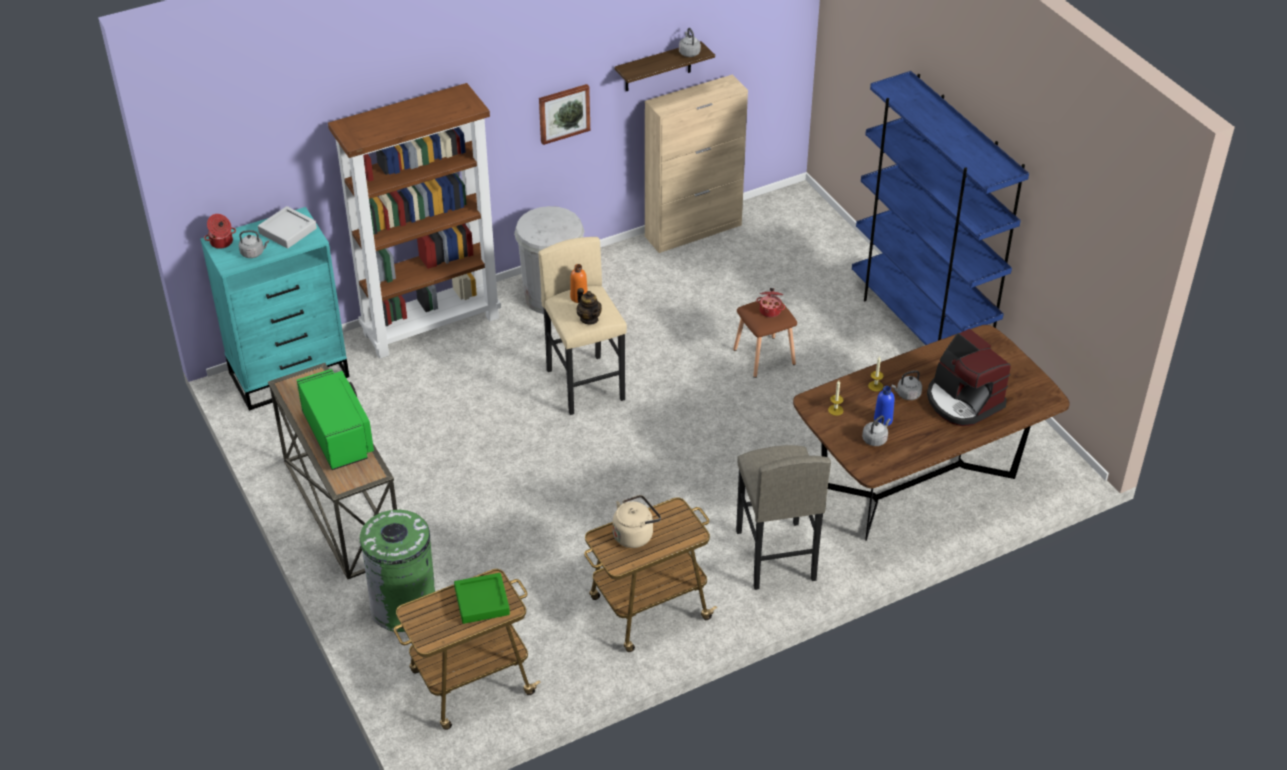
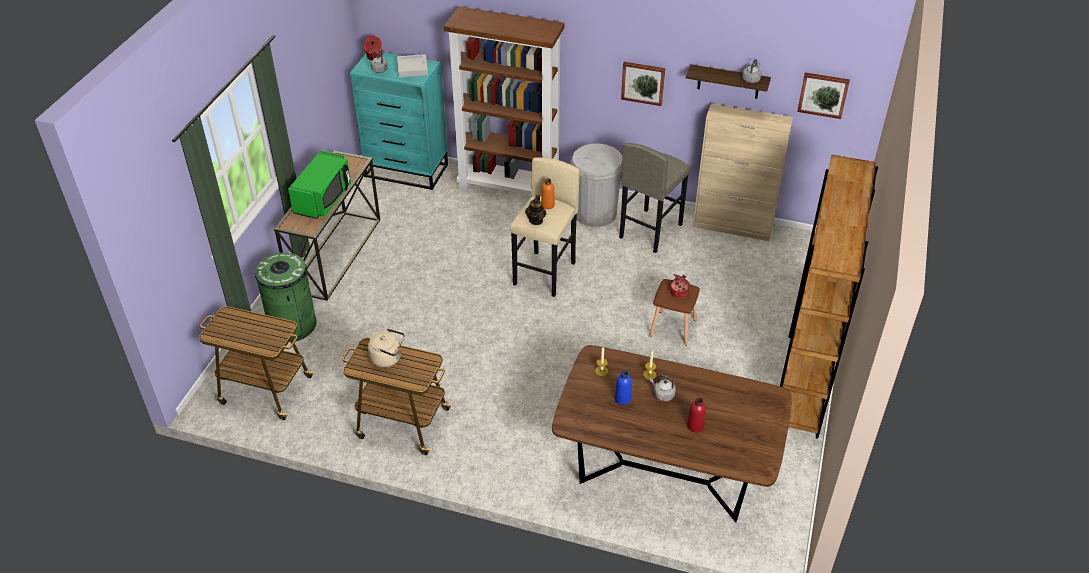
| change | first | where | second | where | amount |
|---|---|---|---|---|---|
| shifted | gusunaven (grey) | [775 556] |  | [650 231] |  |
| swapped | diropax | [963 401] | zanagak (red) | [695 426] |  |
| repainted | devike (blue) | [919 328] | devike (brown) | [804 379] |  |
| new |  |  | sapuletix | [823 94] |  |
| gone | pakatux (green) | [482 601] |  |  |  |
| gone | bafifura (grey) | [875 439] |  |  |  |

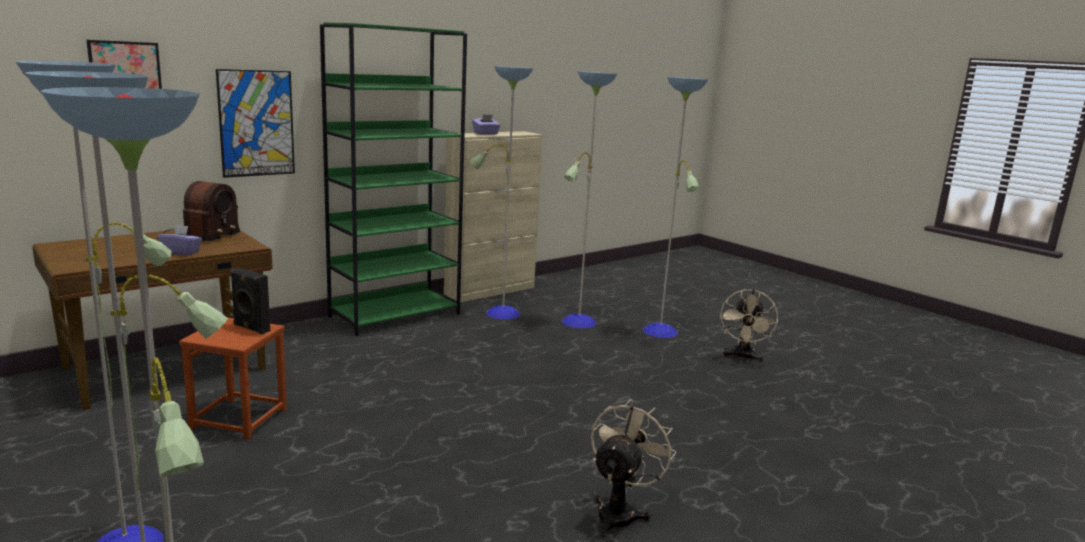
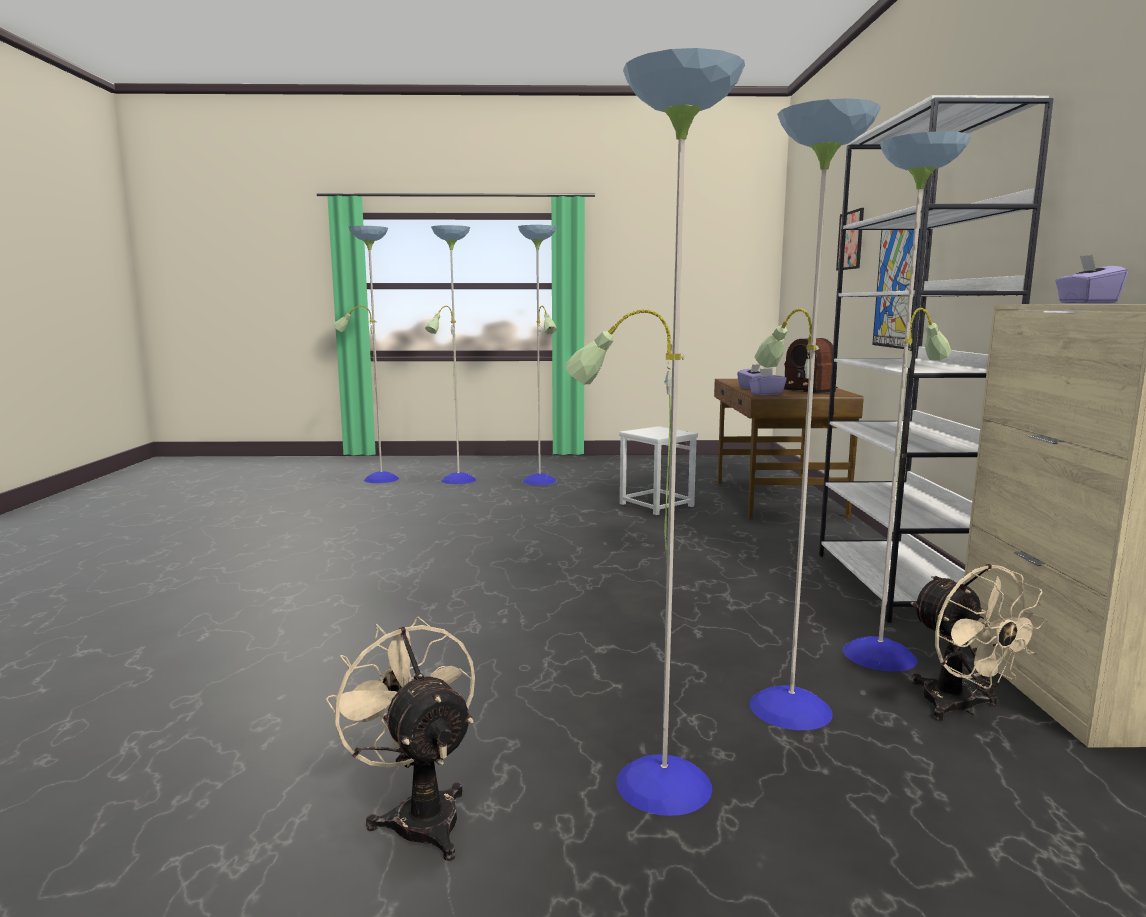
| change | first | where | second | where | amount |
|---|---|---|---|---|---|
| repainted | gusunaven (brown) | [239 418] | gusunaven (white) | [656 505] |  |
| new |  |  | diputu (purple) | [766 394] |  |
| repainted | devike (green) | [395 315] | devike (white) | [896 585] |  |
| shifted | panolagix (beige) | [620 512] |  | [960 708] |  |
| gone | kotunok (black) | [250 328] |  |  |  |

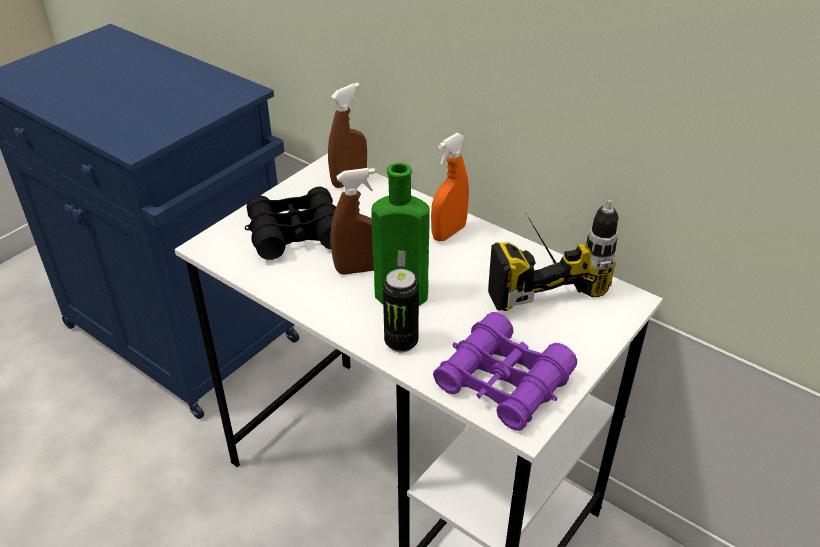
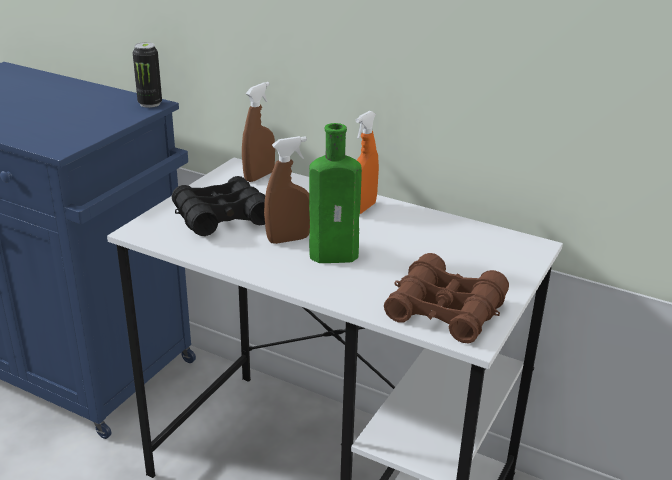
| change | first | where | second | where | amount |
|---|---|---|---|---|---|
| shifted | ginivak | [401 342] |  | [150 104] |  |
| repainted | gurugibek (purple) | [503 382] | gurugibek (brown) | [445 311] |  |
| gone | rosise | [535 271] |  |  |  |

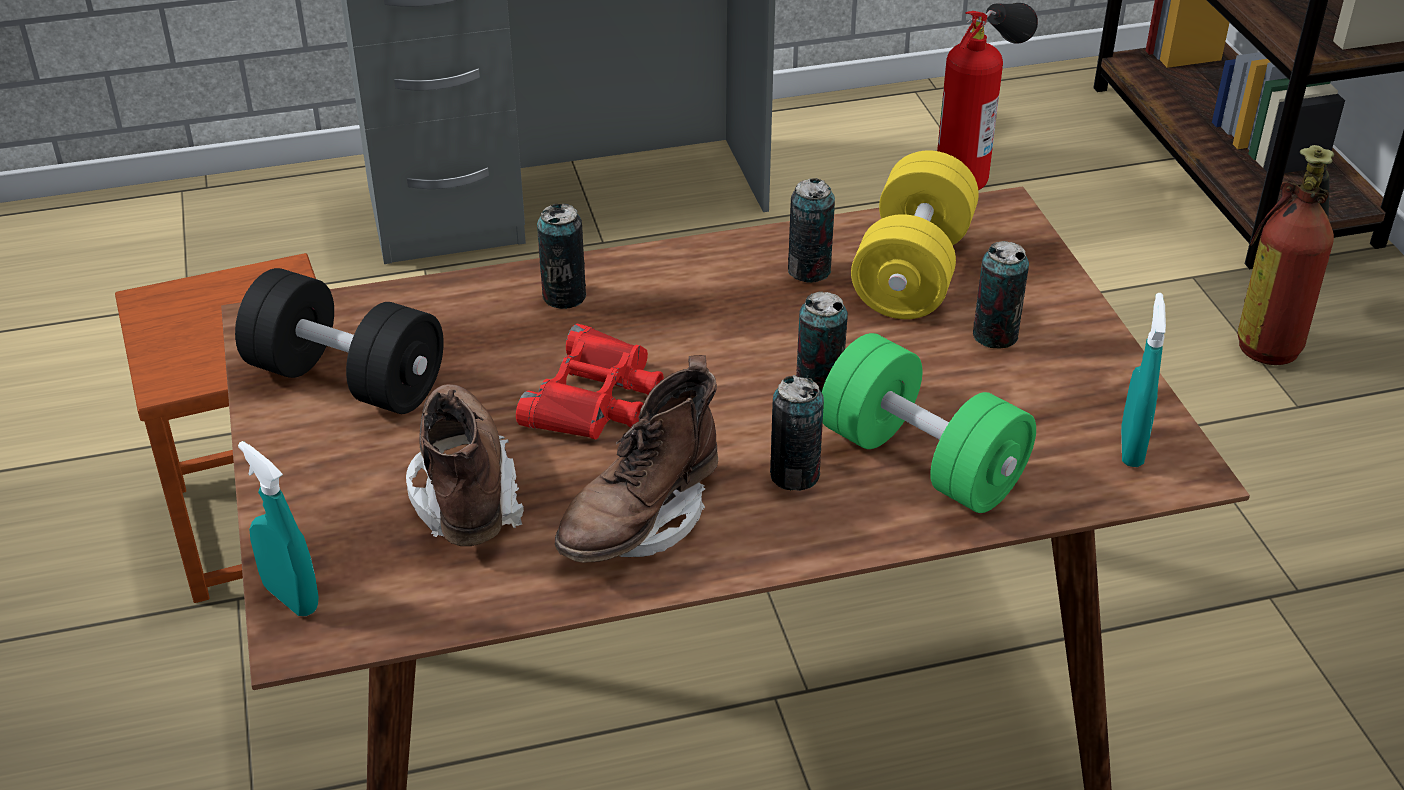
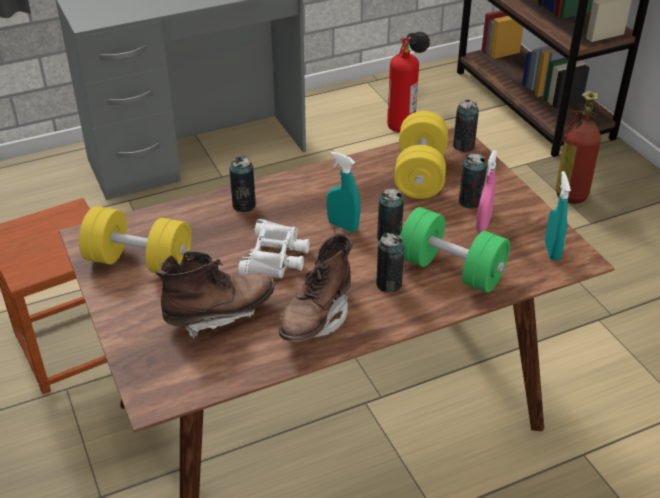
| change | first | where | second | where | amount |
|---|---|---|---|---|---|
| repainted | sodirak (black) | [346 380] | sodirak (yellow) | [139 262] |  |
| rotated | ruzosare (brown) | [464 492] |  | [219 314] | 90 degrees clockwise |
| repainted | gurugibek (red) | [596 398] | gurugibek (white) | [276 257] |  |
| shifted | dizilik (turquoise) | [291 598] |  | [343 226] |  |
| shifted | ginivak | [809 271] |  | [463 146] |  |
| new |  |  | dizilik (pink) | [483 224] |  |

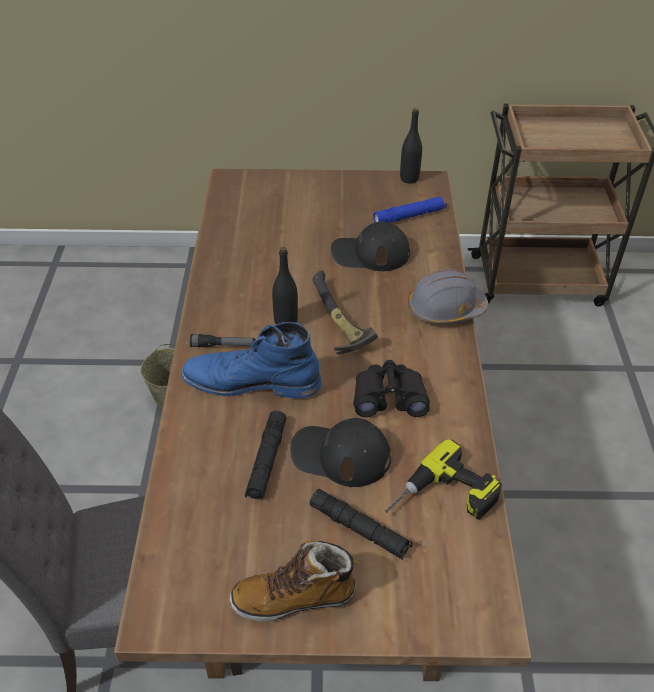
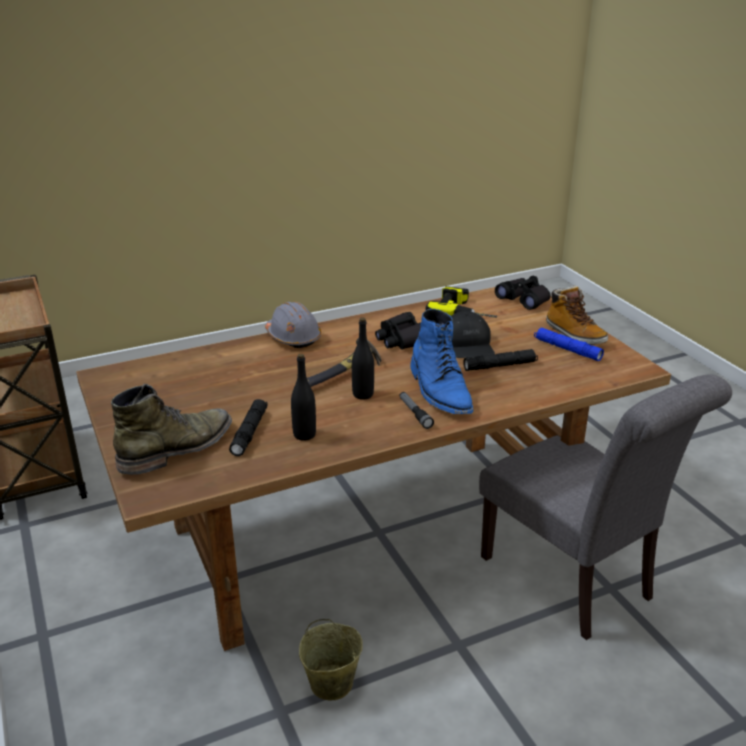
| change | first | where | second | where | amount |
|---|---|---|---|---|---|
| new |  |  | ruzosare (green) | [178 449] |  |
| shifted | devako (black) | [359 529] |  | [249 432] |  |
| shifted | zanagak (black) | [409 178] |  | [304 435] |  |
| new |  |  | gurugibek (black) | [524 299] |  |
| shifted | devako (blue) | [409 216] |  | [567 349] |  |
| gone | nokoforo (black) | [370 253] |  |  |  |

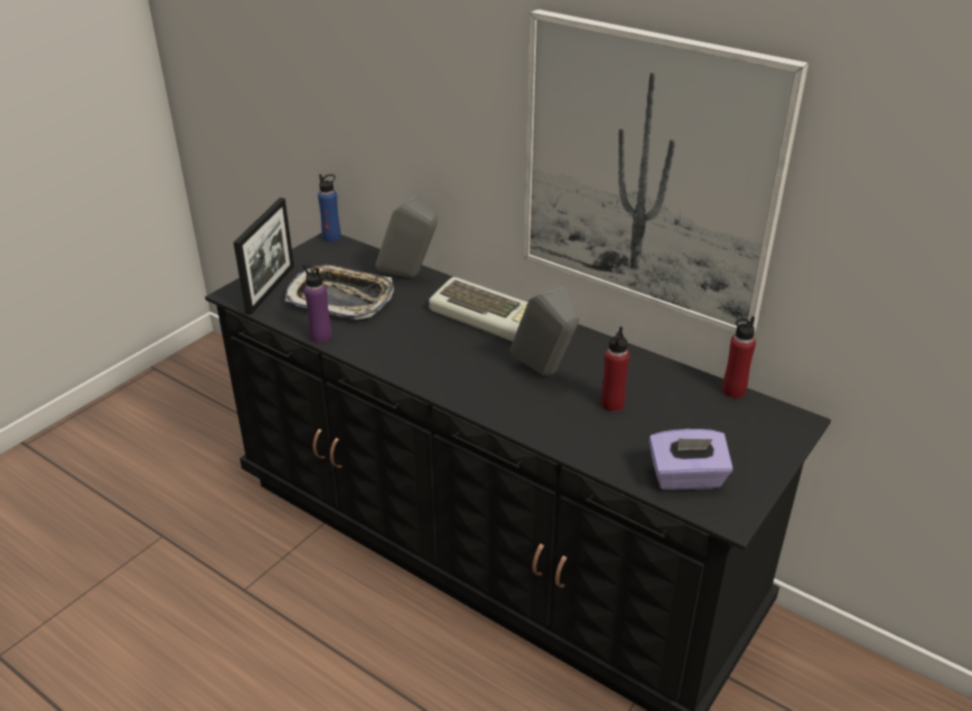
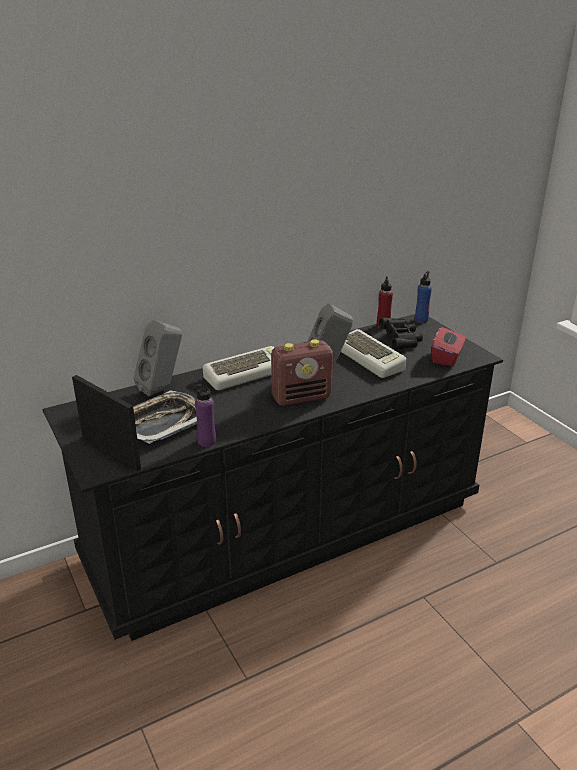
| change | first | where | second | where | amount |
|---|---|---|---|---|---|
| new |  |  | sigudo | [302 397] |  |
| swapped | zanagak (red) | [612 404] | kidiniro | [371 359] |  |
| new |  |  | gurugibek (black) | [401 341] |  |
| shifted | zanagak (blue) | [331 237] |  | [421 320] |  |
| repainted | diputu (purple) | [686 478] | diputu (red) | [447 358] |  |
| gone | sapuletix | [648 172] |  |  |  |

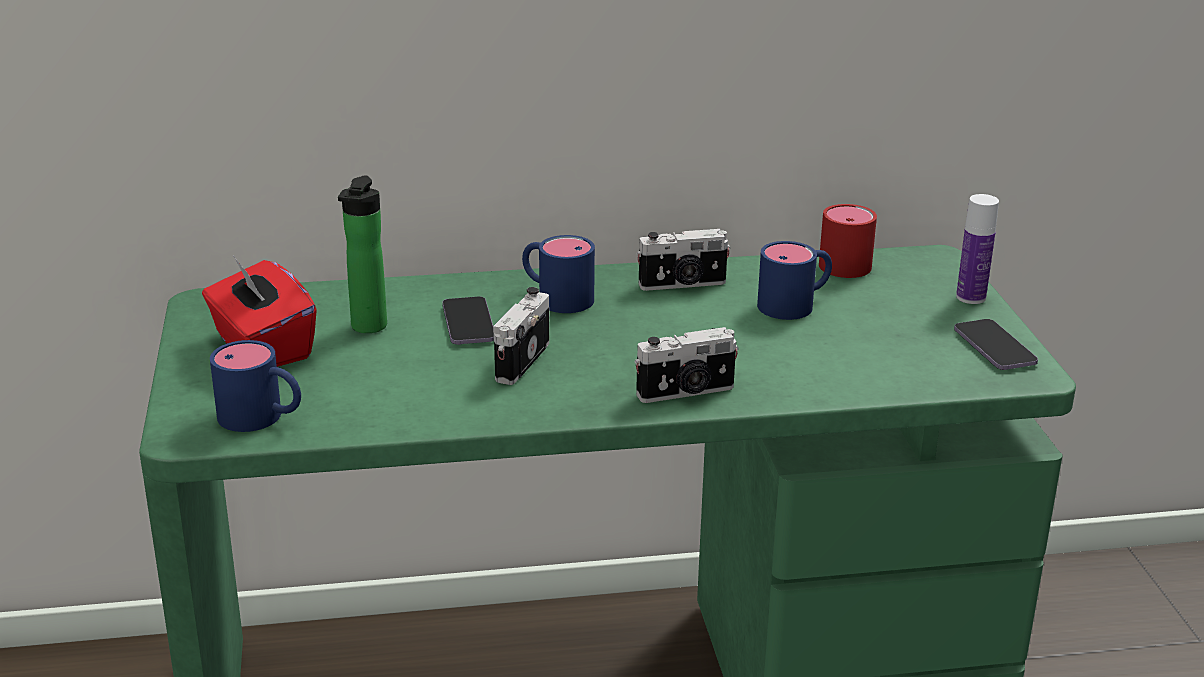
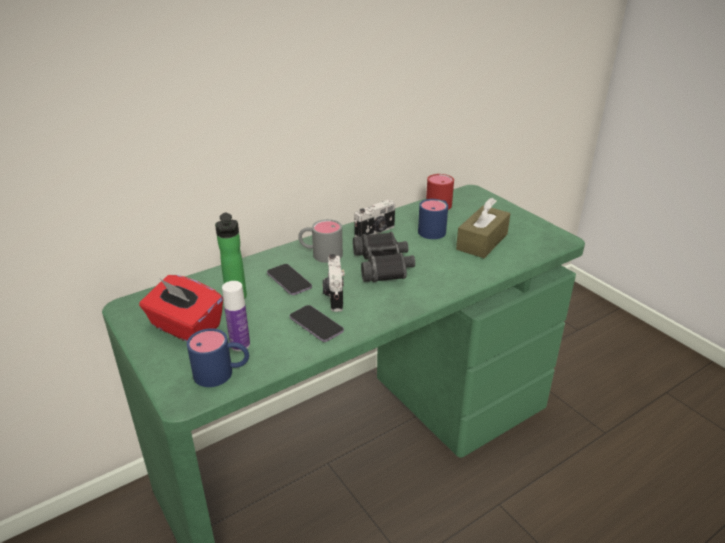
| change | first | where | second | where | amount |
|---|---|---|---|---|---|
| shifted | zanagak | [970 297] |  | [240 345] |  |
| shifted | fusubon | [994 347] |  | [316 325] |  |
| repainted | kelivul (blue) | [555 297] | kelivul (grey) | [320 254] |  |
| new |  |  | gurugibek (black) | [383 265] |  |
| new |  |  | diputu (brown) | [482 242] |  |
| gone | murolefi | [686 392] |  |  |  |

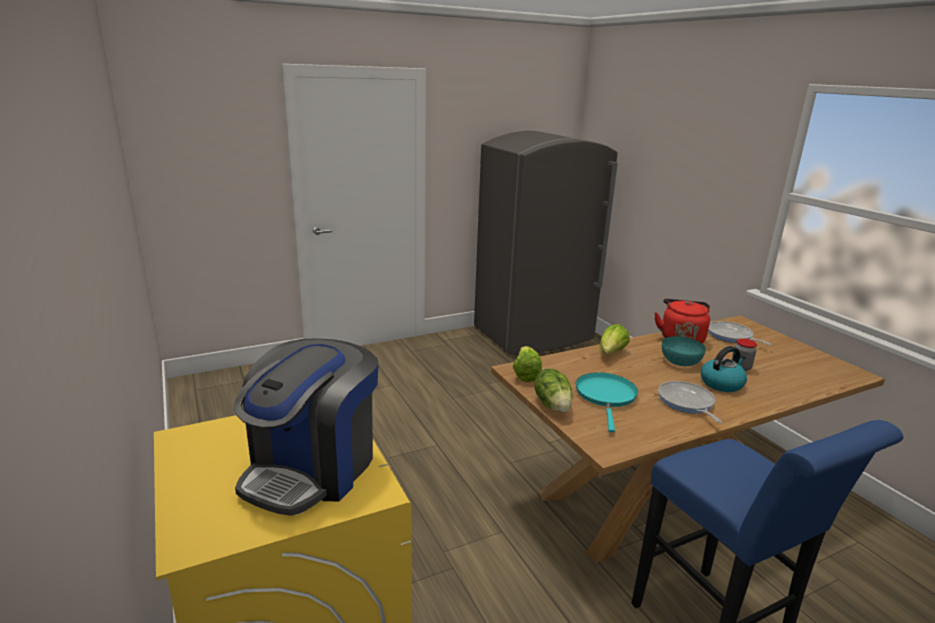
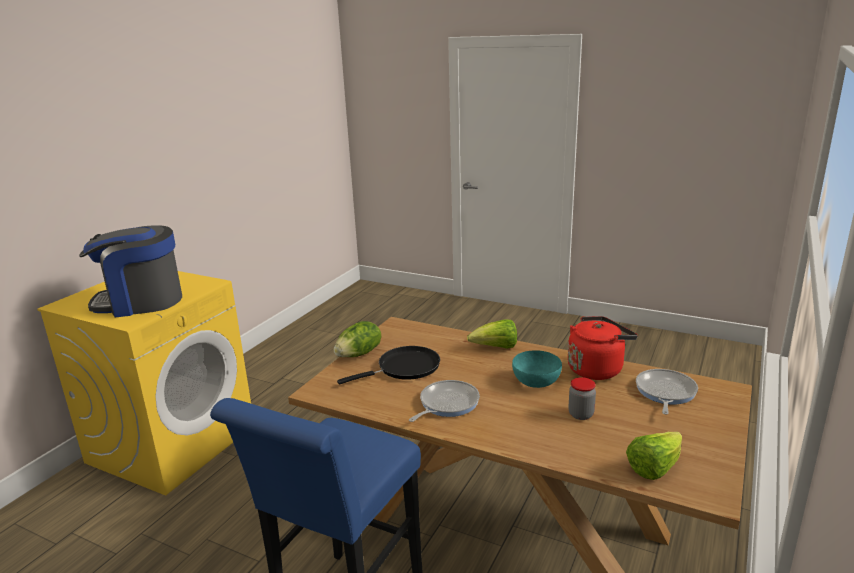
| change | first | where | second | where | amount |
|---|---|---|---|---|---|
| repainted | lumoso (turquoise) | [606 396] | lumoso (black) | [404 368] |  |
| shifted | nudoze | [525 375] |  | [654 468] |  |
| gone | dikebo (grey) | [534 334] |  |  |  |
| gone | bafifura | [721 383] |  |  |  |

